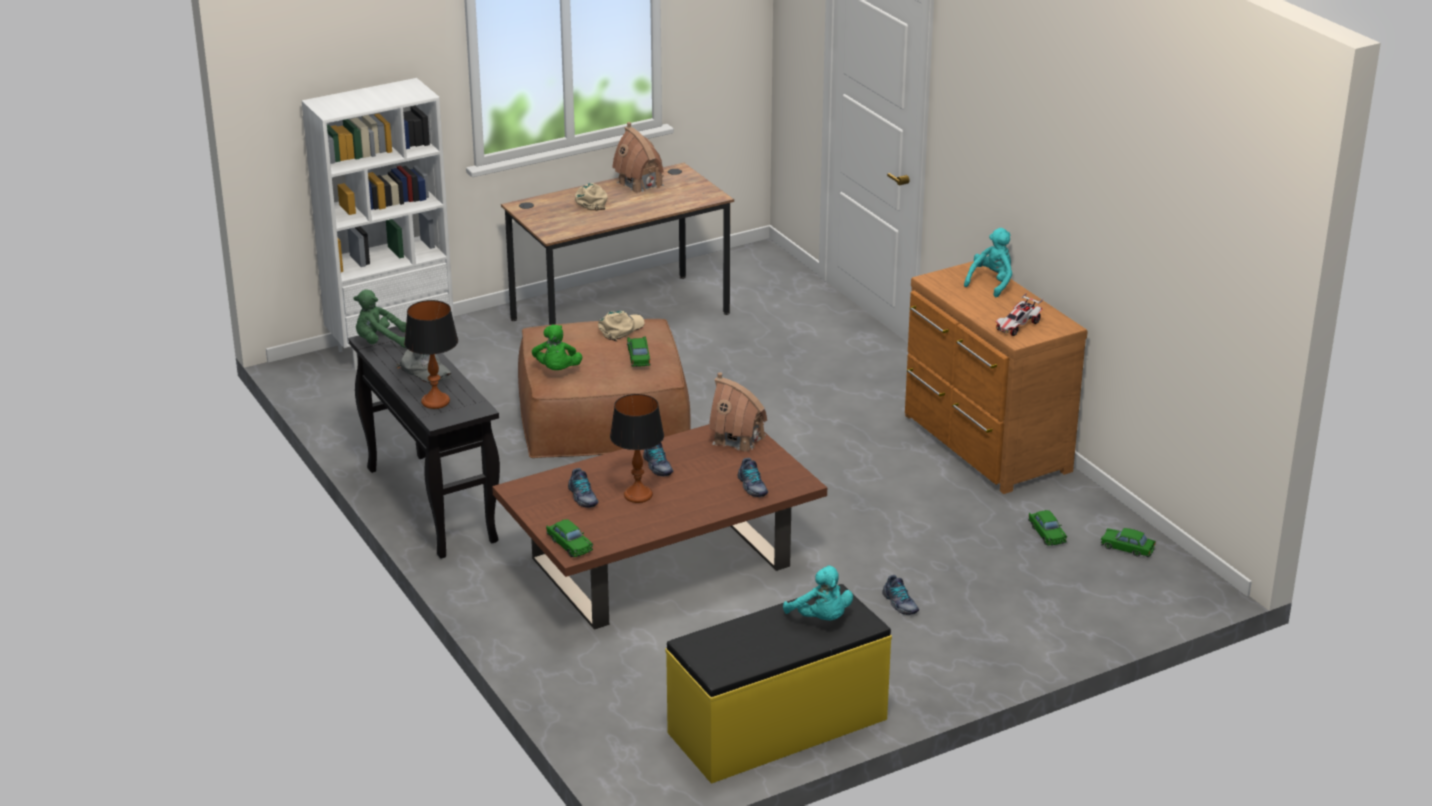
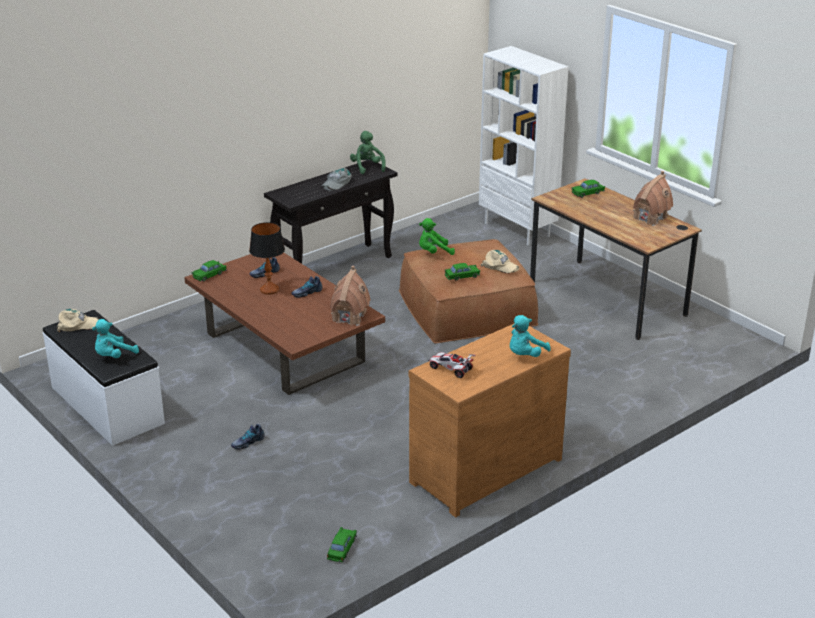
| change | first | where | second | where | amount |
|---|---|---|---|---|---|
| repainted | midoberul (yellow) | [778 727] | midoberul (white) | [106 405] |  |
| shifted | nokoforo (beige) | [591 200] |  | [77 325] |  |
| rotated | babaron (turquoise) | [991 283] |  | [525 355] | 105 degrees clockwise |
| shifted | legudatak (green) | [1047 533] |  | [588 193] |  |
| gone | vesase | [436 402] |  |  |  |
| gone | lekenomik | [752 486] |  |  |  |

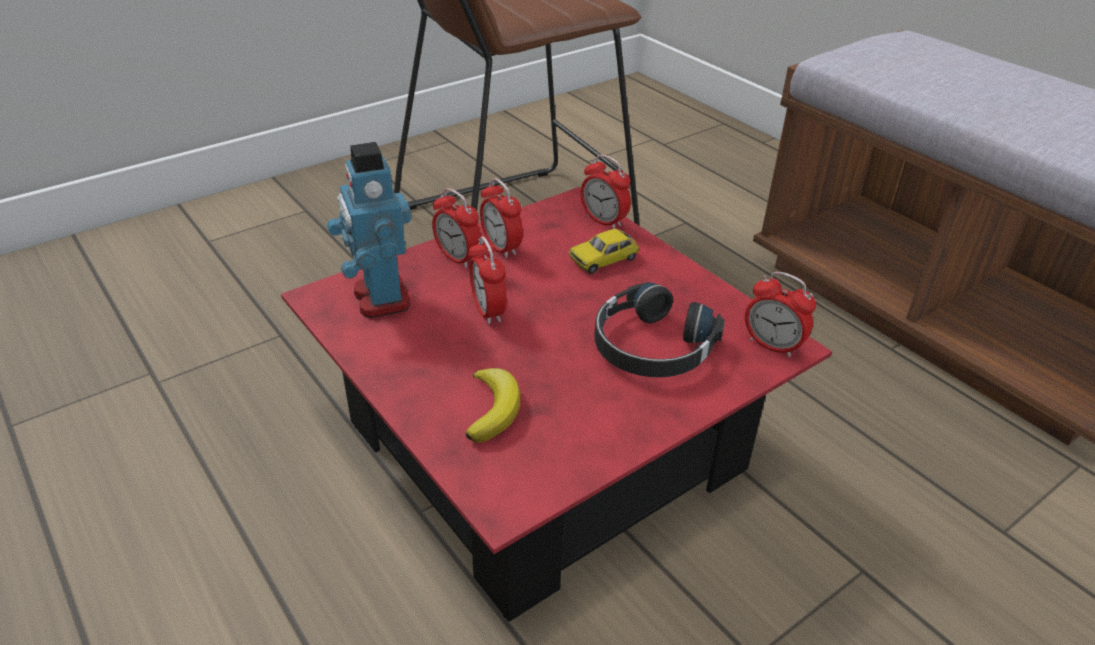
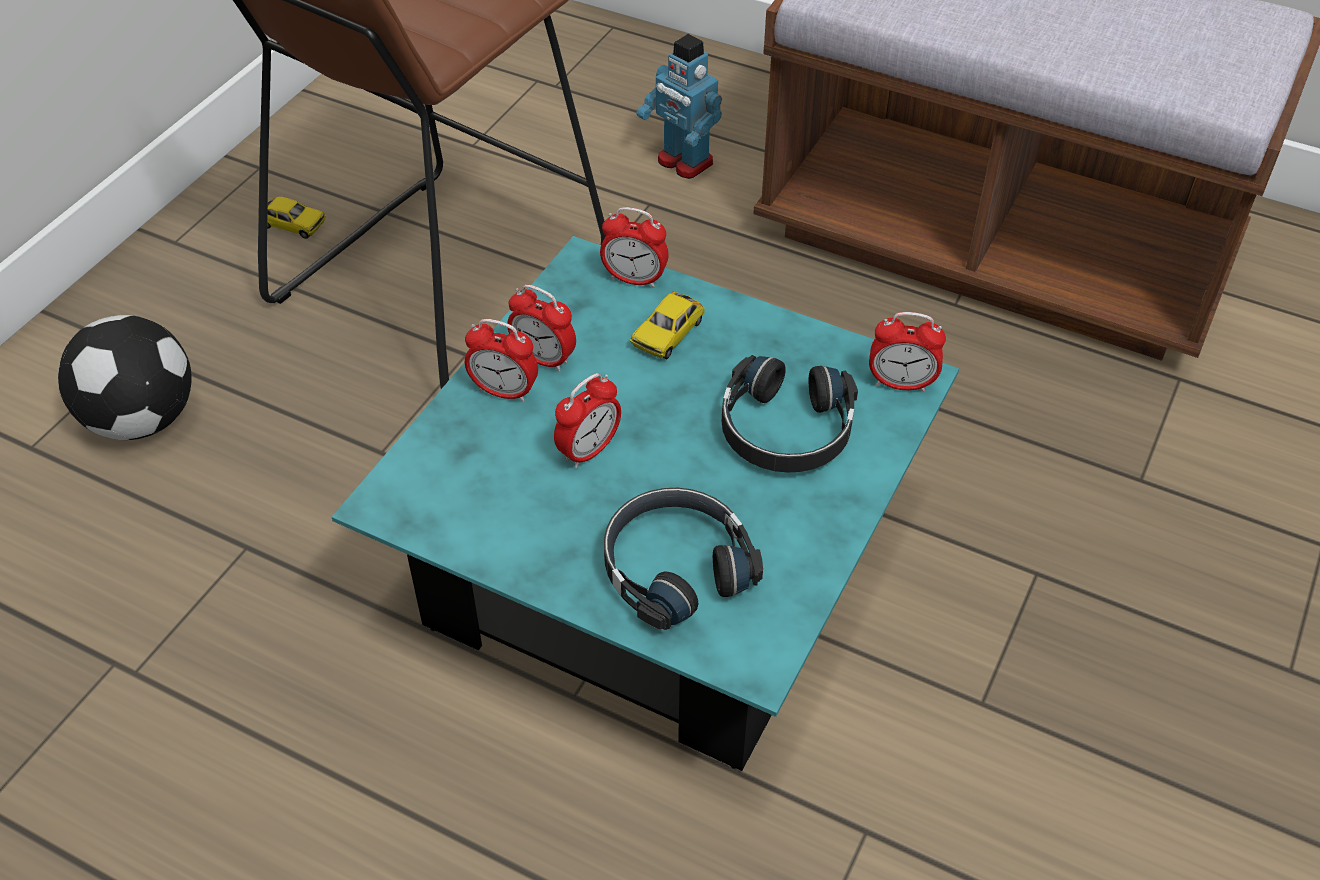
| change | first | where | second | where | amount |
|---|---|---|---|---|---|
| new |  |  | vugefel | [143 418] |  |
| new |  |  | legudatak | [293 224] |  |
| repainted | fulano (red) | [544 446] | fulano (turquoise) | [660 566] |  |
| rotated | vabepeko | [488 311] |  | [589 450] | 90 degrees counterclockwise |
| swapped | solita | [493 408] | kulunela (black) | [675 566] |  |
| shifted | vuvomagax | [380 299] |  | [684 162] |  |

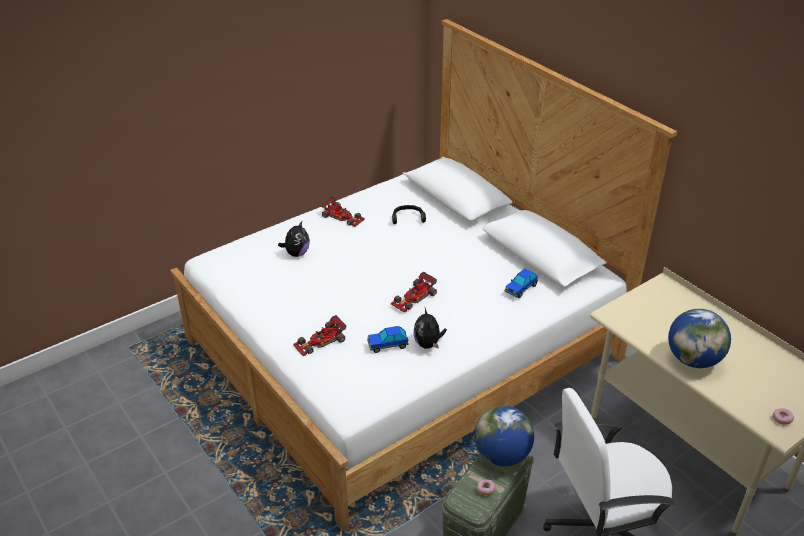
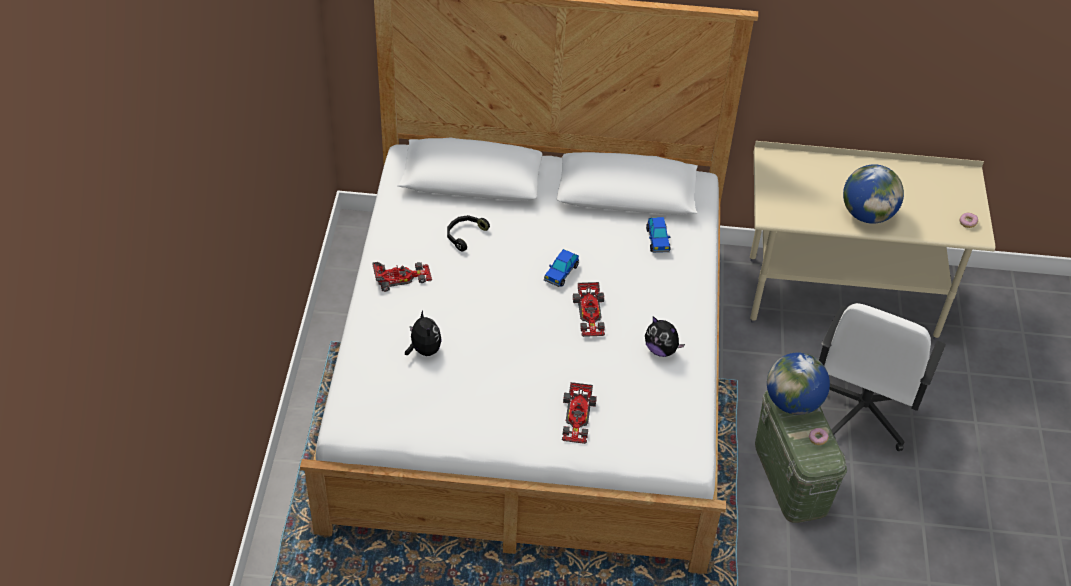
| change | first | where | second | where | amount |
|---|---|---|---|---|---|
| shifted | legudatak | [387 345] |  | [561 273] |  |

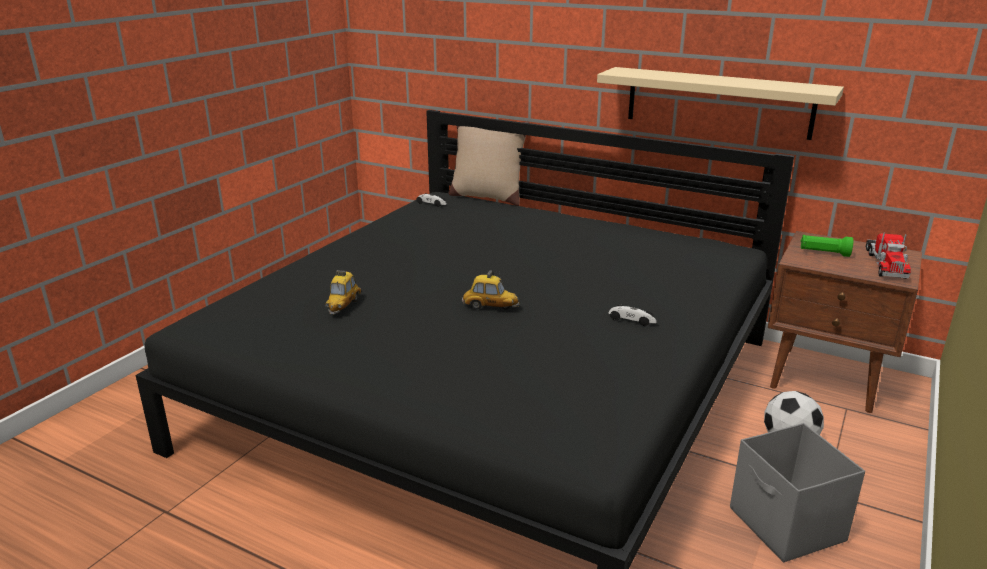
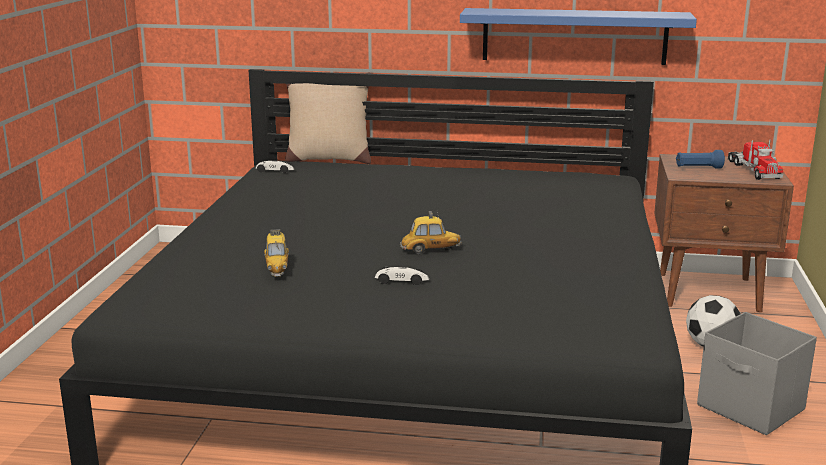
| change | first | where | second | where | amount |
|---|---|---|---|---|---|
| shifted | legudatak | [632 320] |  | [402 281] |  |
| repainted | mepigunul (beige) | [718 102] | mepigunul (blue) | [574 36] |  |
| repainted | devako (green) | [824 253] | devako (blue) | [698 168] |  |

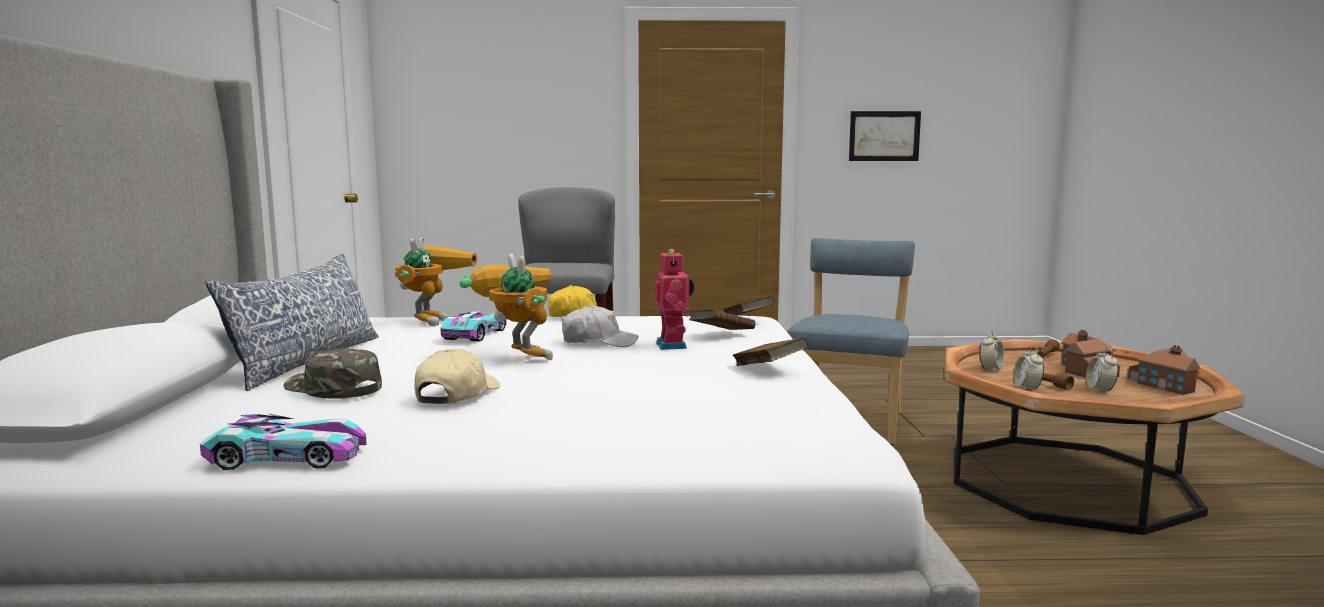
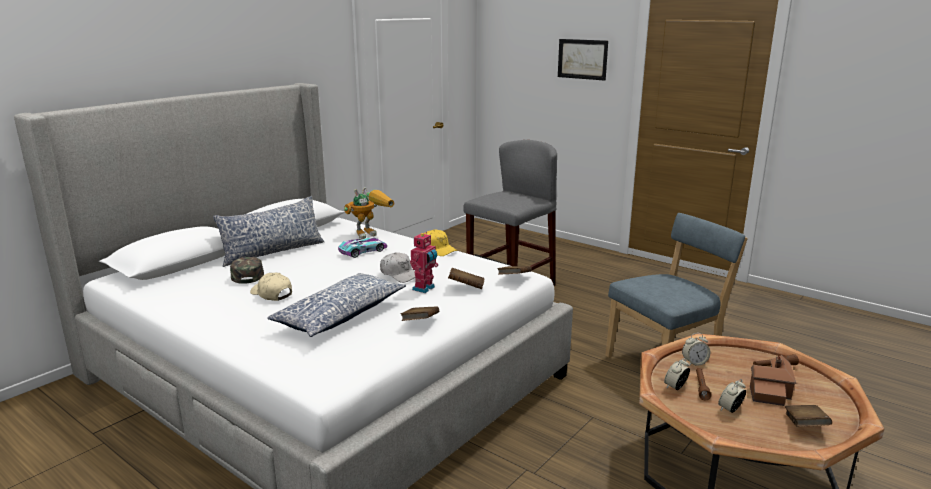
| change | first | where | second | where | amount |
|---|---|---|---|---|---|
| rotated | nokoforo (beige) | [457 394] |  | [271 294] | 105 degrees counterclockwise |
| new |  |  | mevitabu | [339 315] |  |
| shifted | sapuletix | [884 136] |  | [582 59] |  |
| swapped | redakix | [1164 384] | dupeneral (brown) | [804 426] |  |
| gone | legudatak | [287 457] |  |  |  |
| gone | vuvomagax | [515 356] |  |  |  |

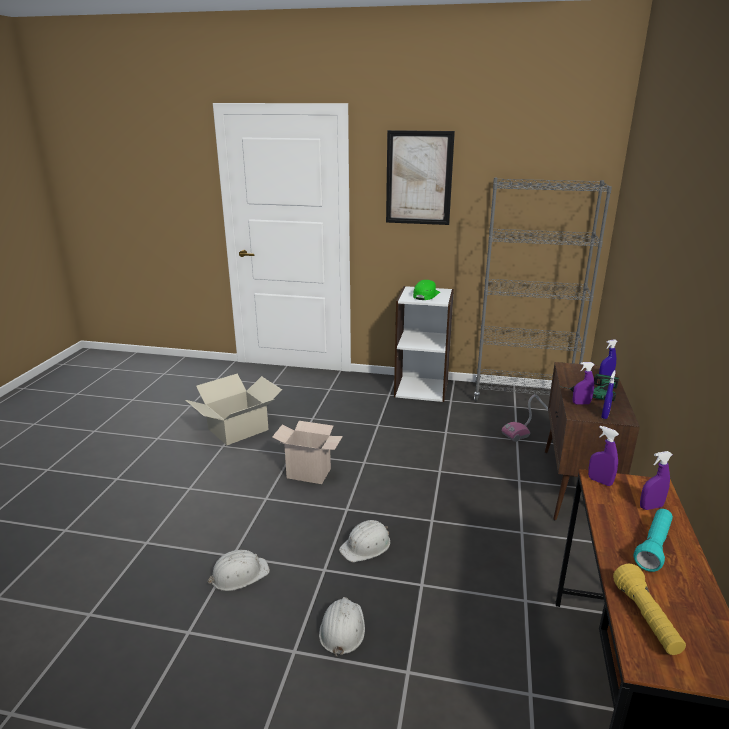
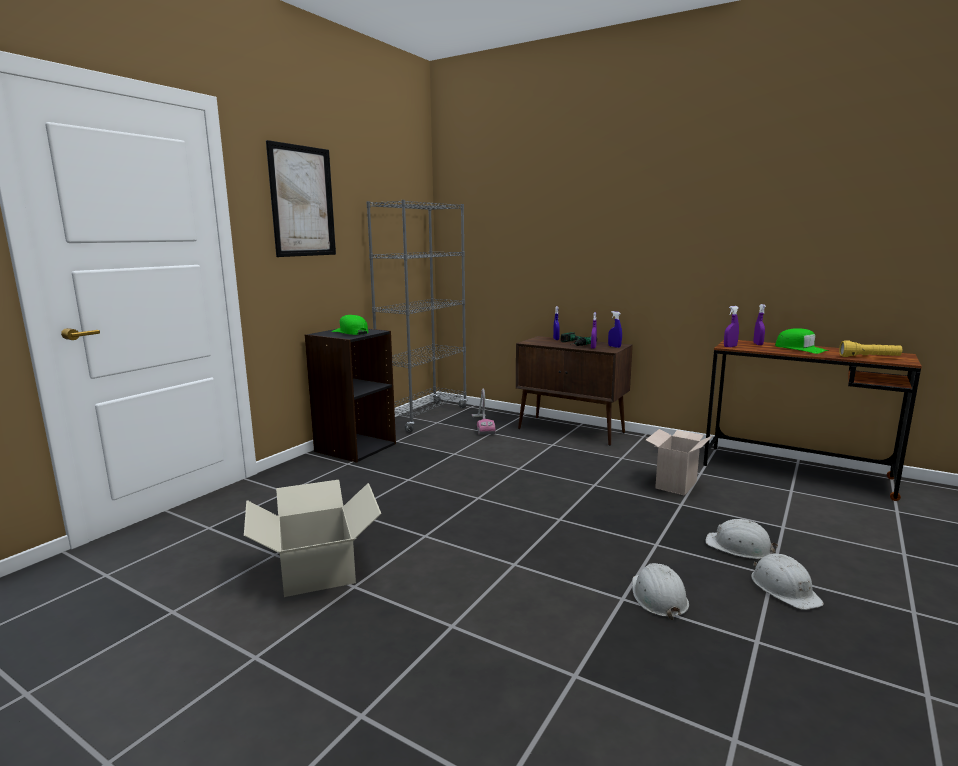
| change | first | where | second | where | amount |
|---|---|---|---|---|---|
| repainted | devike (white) | [421 388] | devike (black) | [355 447] |  |
| shifted | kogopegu | [310 473] |  | [675 484] |  |
| shifted | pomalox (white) | [366 546] |  | [784 589] |  |
| swapped | devako (turquoise) | [653 547] | nokoforo (green) | [800 349] |  |

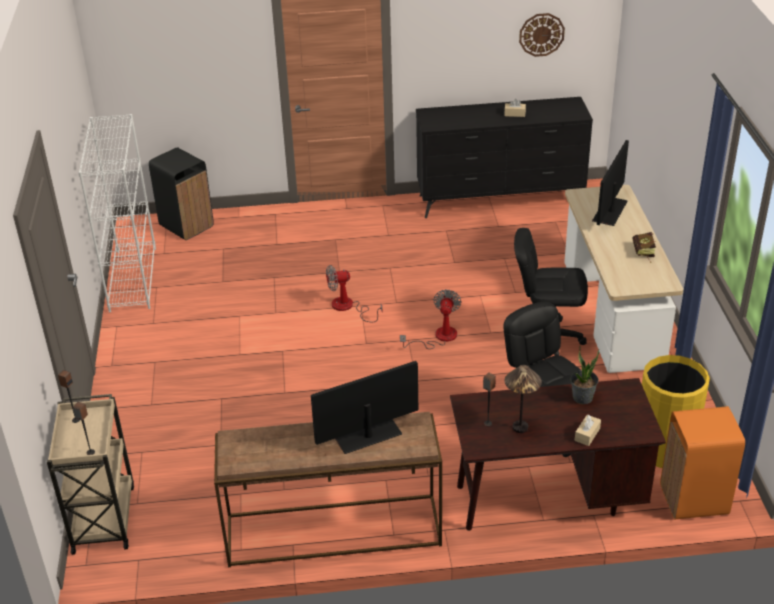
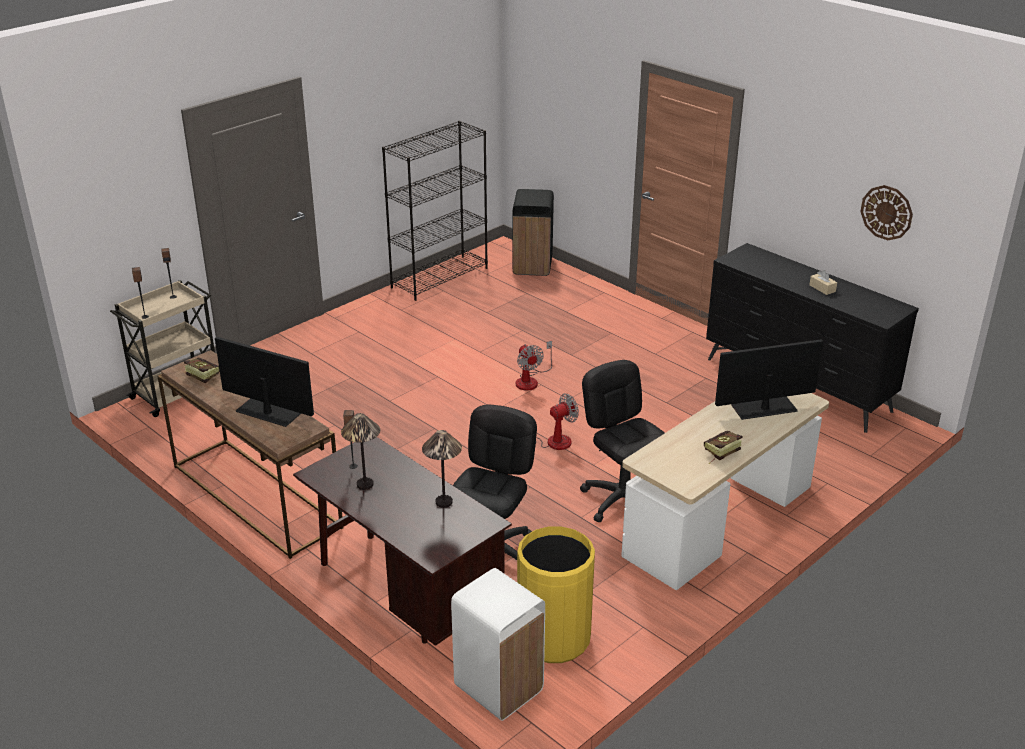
| change | first | where | second | where | amount |
|---|---|---|---|---|---|
| new |  |  | dupeneral | [200 376] |  |
| repainted | devike (white) | [132 279] | devike (black) | [440 277] |  |
| swapped | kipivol | [582 398] | vesase | [444 502] |  |
| repainted | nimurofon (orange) | [694 500] | nimurofon (white) | [498 689] |  |
| rotated | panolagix | [348 307] |  | [530 380] | 150 degrees counterclockwise |
| gone | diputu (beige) | [587 434] |  |  |  |

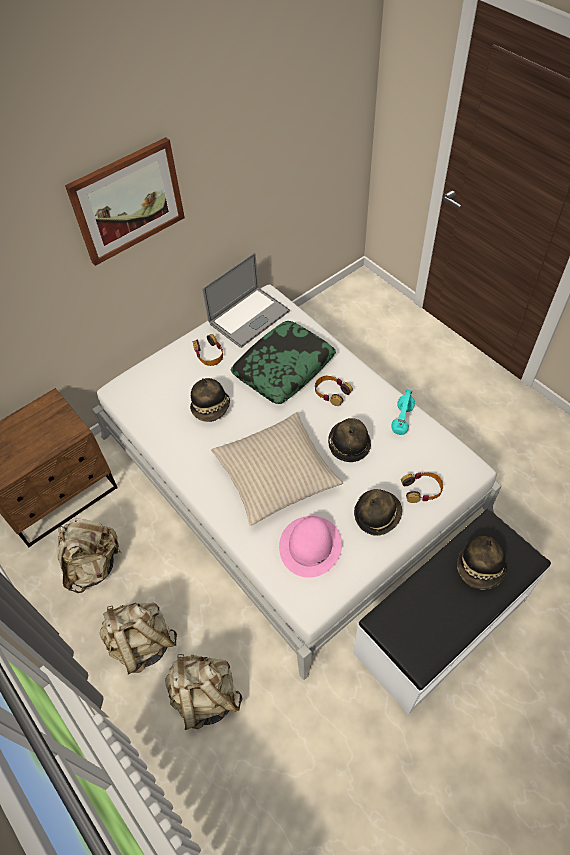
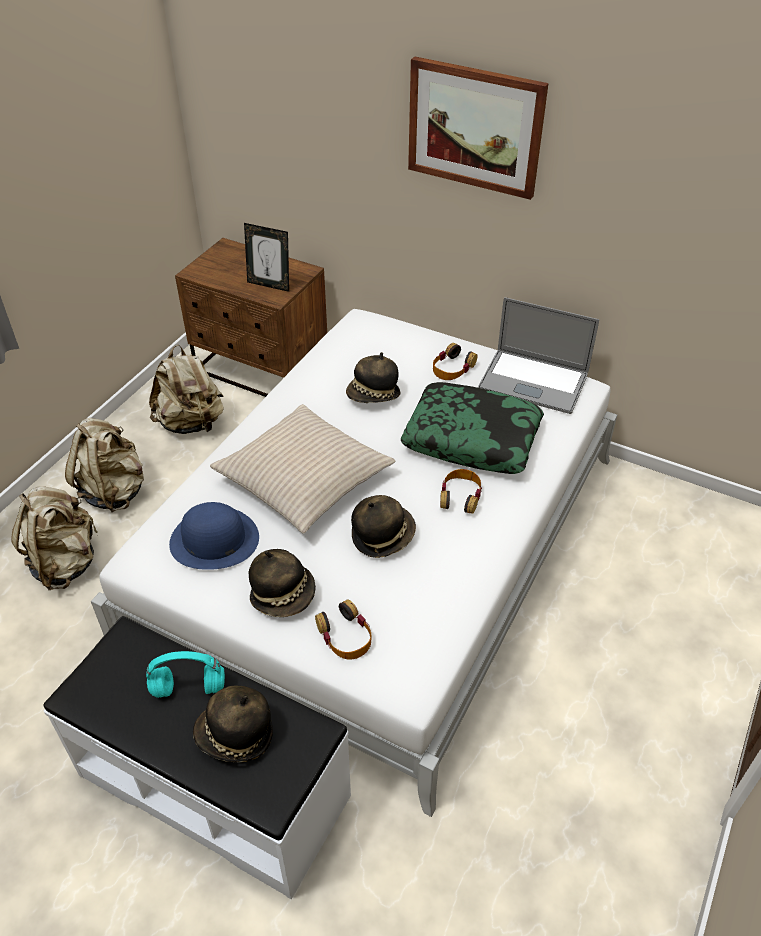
| change | first | where | second | where | amount |
|---|---|---|---|---|---|
| shifted | kulunela (turquoise) | [402 419] |  | [190 687] |  |
| repainted | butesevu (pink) | [310 546] | butesevu (blue) | [214 540] |  |
| new |  |  | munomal | [269 285] |  |

